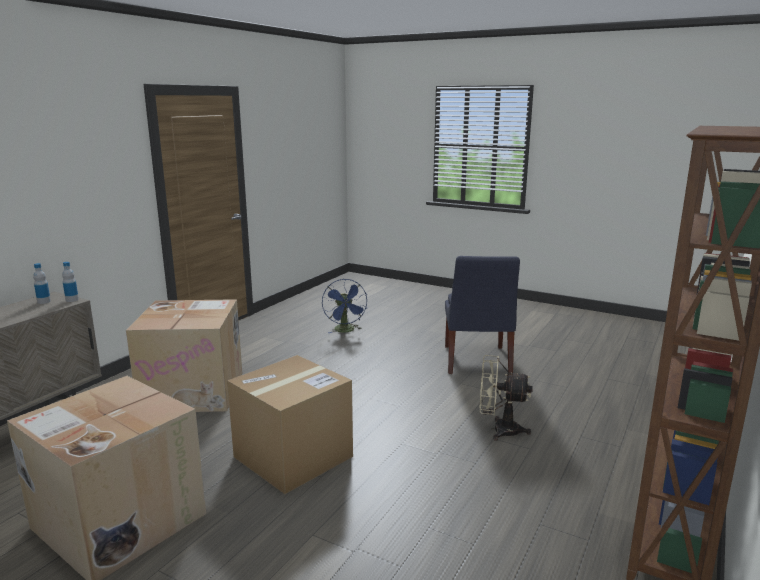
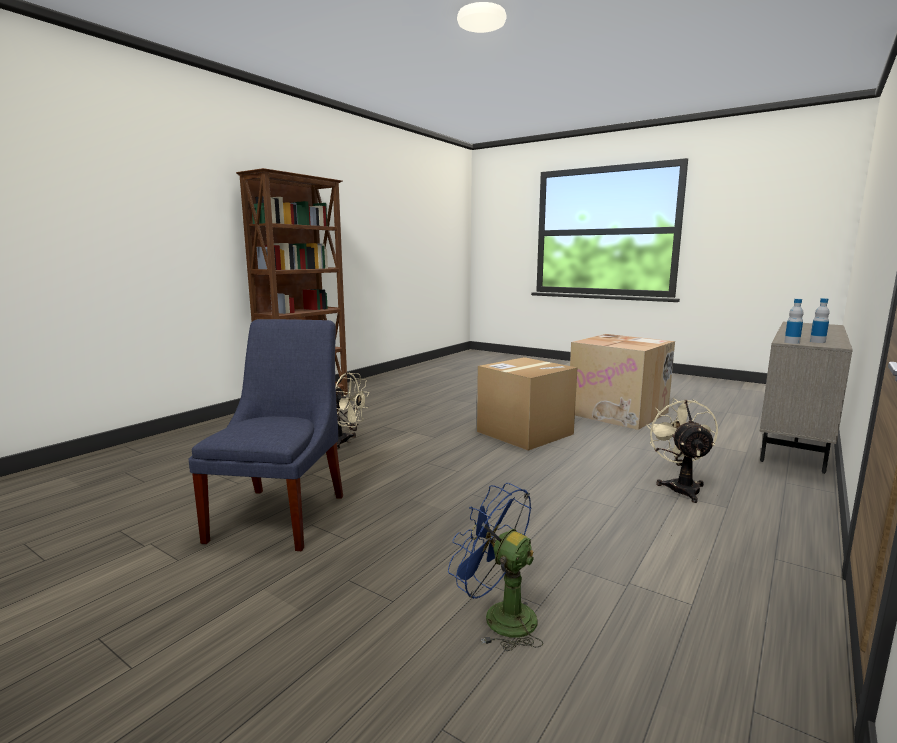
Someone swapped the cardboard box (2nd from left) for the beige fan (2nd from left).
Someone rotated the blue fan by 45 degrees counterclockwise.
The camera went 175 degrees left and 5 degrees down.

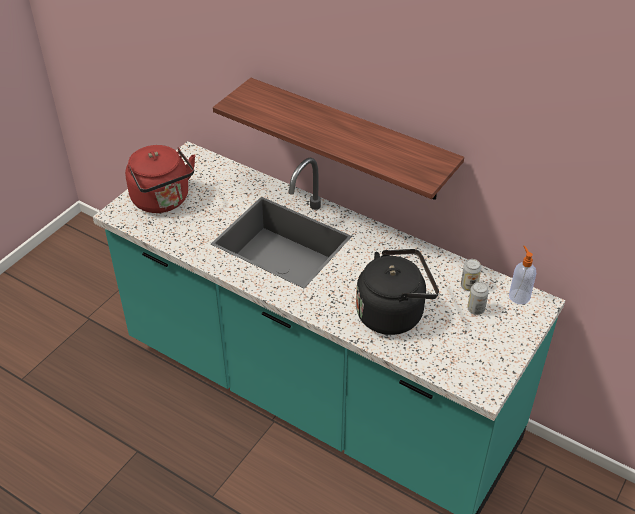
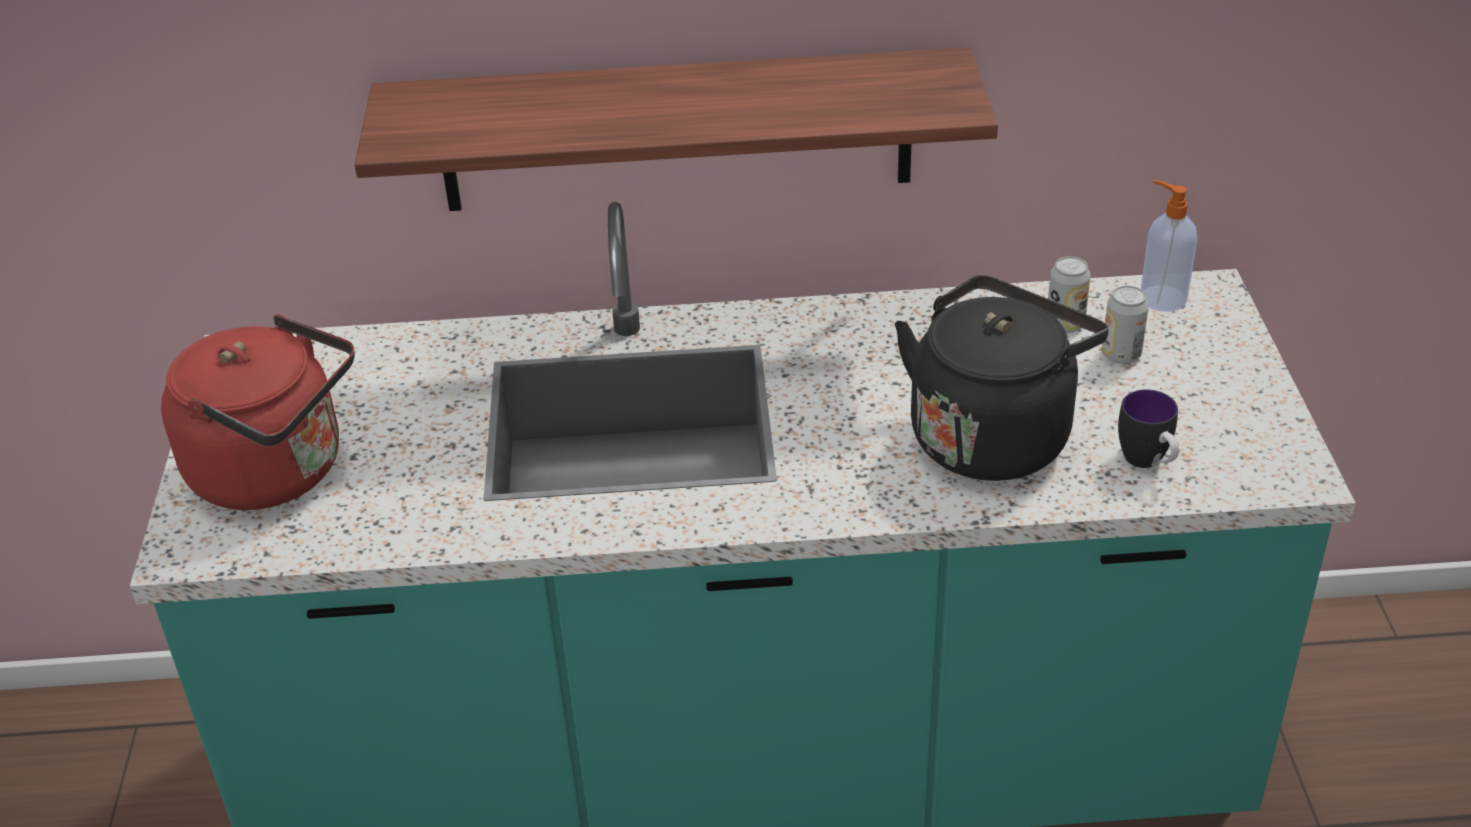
Someone put down the mug.
The camera went 35 degrees left and 5 degrees down.

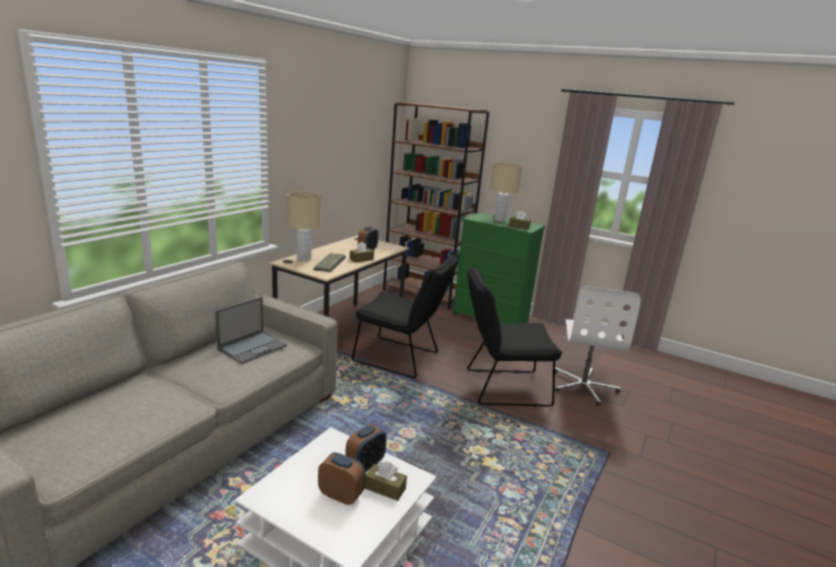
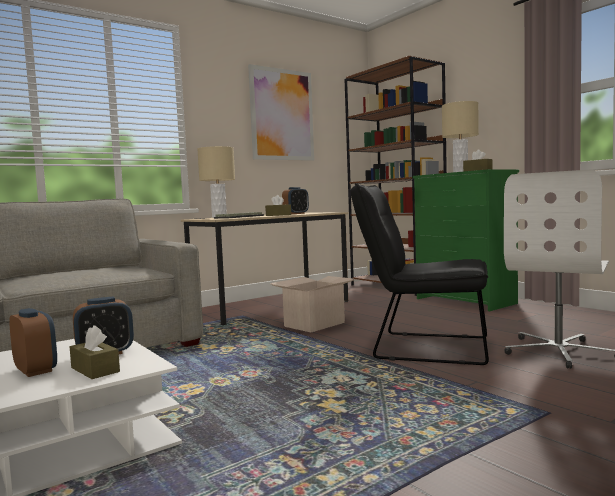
Someone took away the laptop.
Someone put up the picture.
Someone swapped the black chair (1st from left) for the cardboard box.
The camera went 25 degrees right and 15 degrees down.

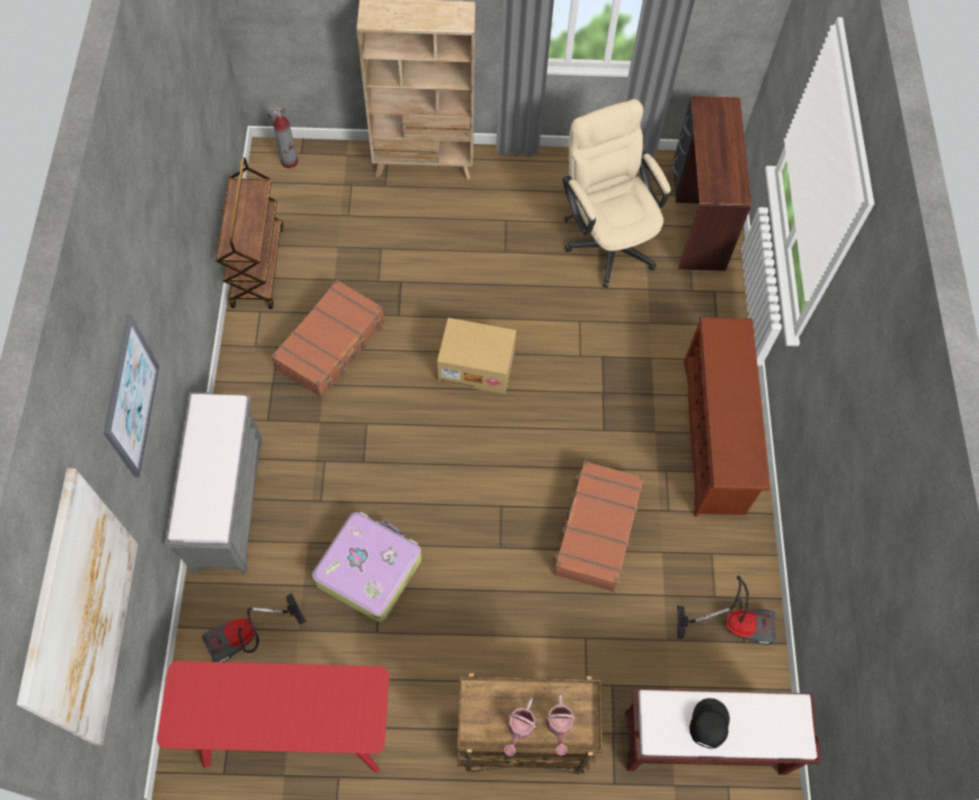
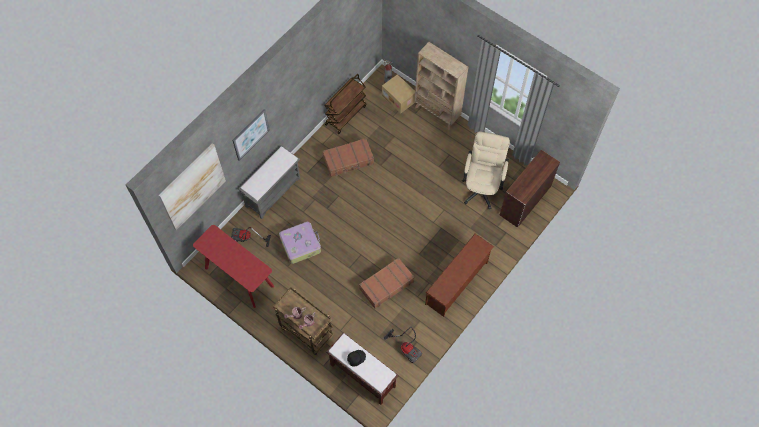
Someone carried the cardboard box.
The camera went 40 degrees right and 0 degrees up.

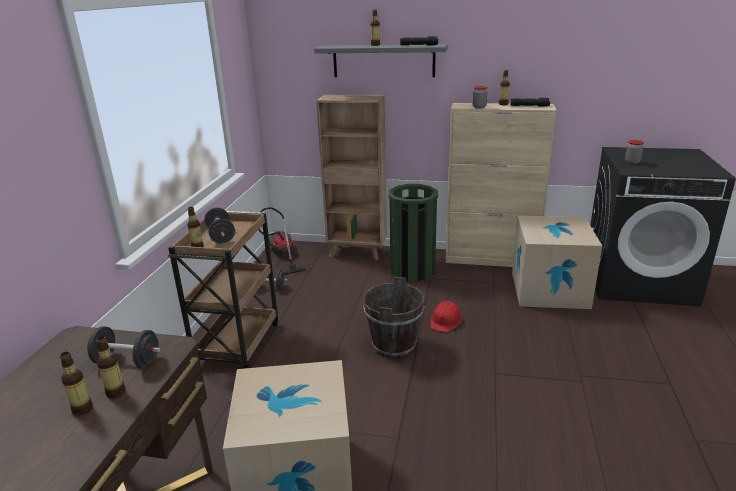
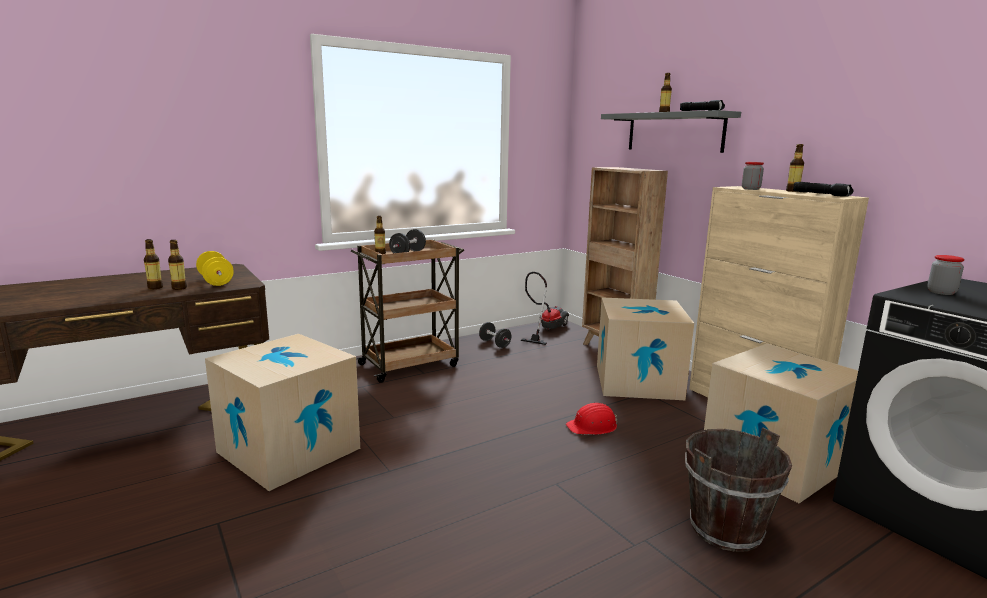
Someone carried the brown bucket.
Someone swapped the green trash can for the cardboard box (2nd from left).
Someone repainted the black dumbbell (1st from left), which became the yellow dumbbell.
The camera went 45 degrees right and 10 degrees down.

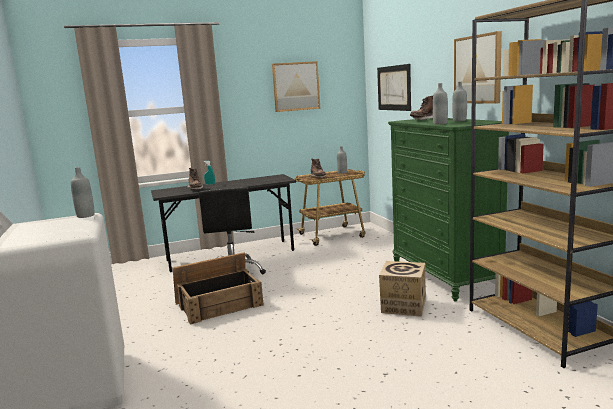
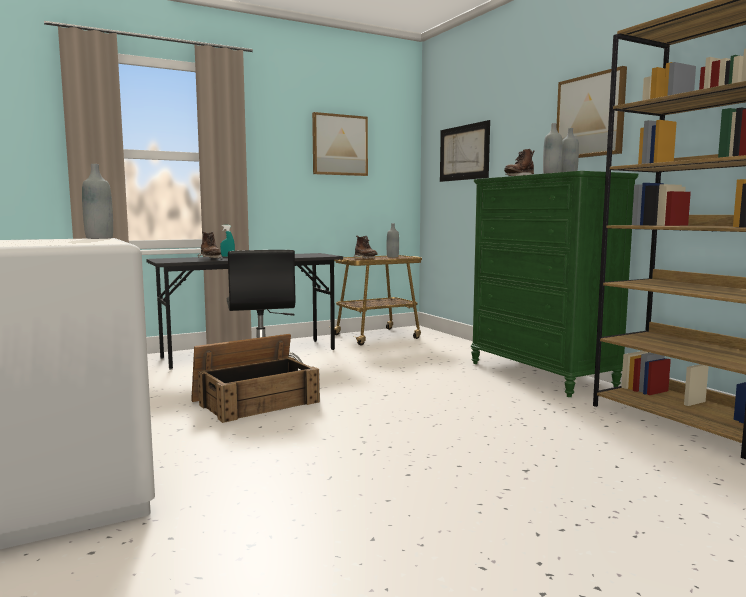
Someone took away the cardboard box.
The camera went 10 degrees left and 5 degrees down.

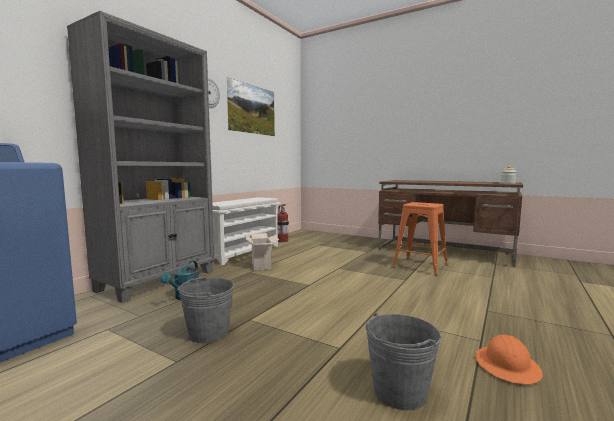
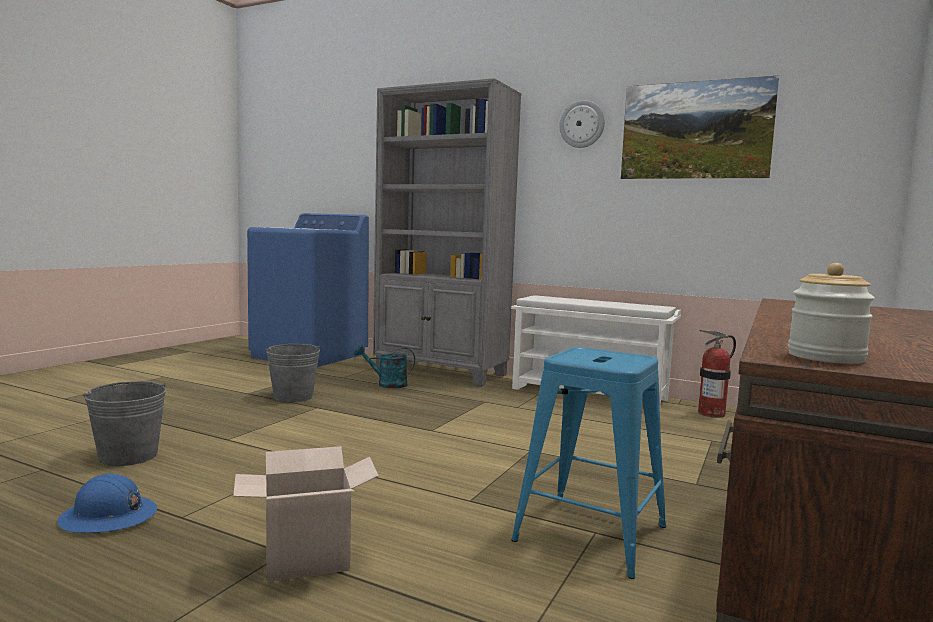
Someone carried the cardboard box.
Someone repainted the orange stool, which became the blue stool.
Someone repainted the orange hard hat, which became the blue hard hat.
The camera went 85 degrees right and 0 degrees up.

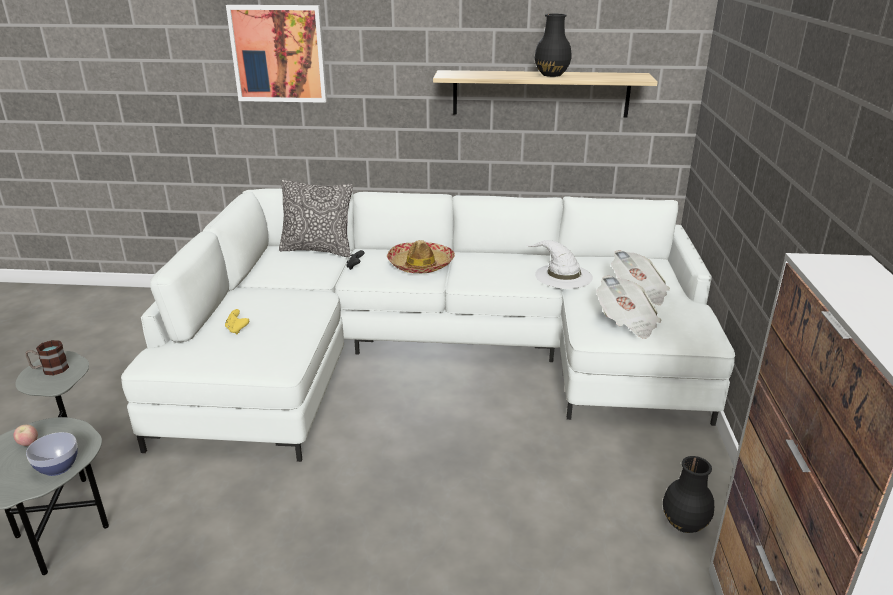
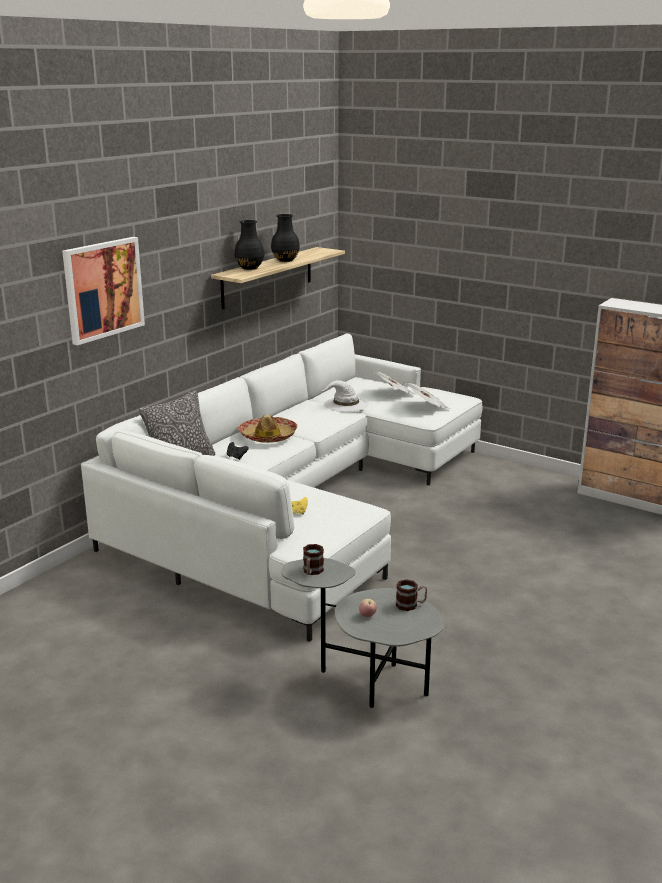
Someone carried the black vase (2nd from left in the first image).
Someone swapped the bowl for the mug (2nd from left).
The camera went 60 degrees left and 5 degrees down.

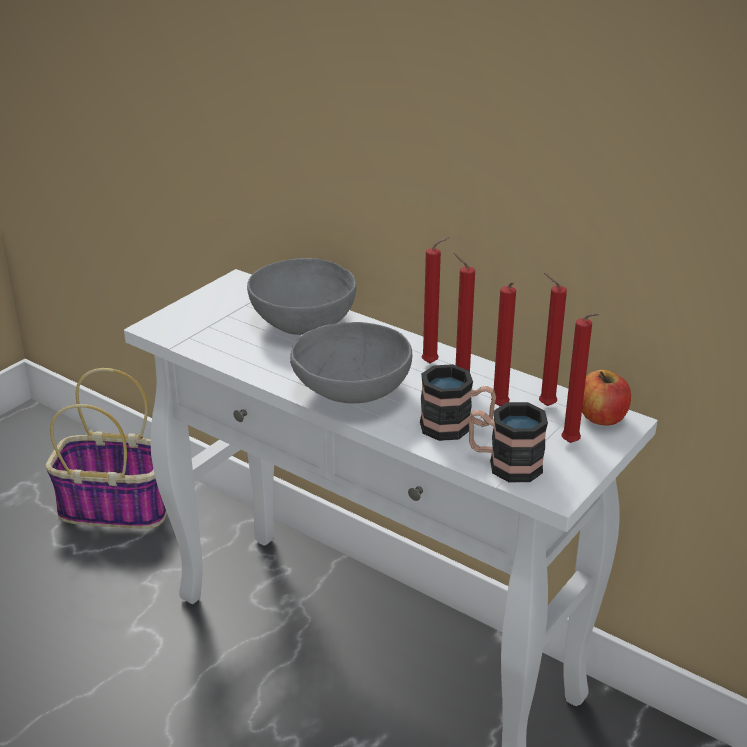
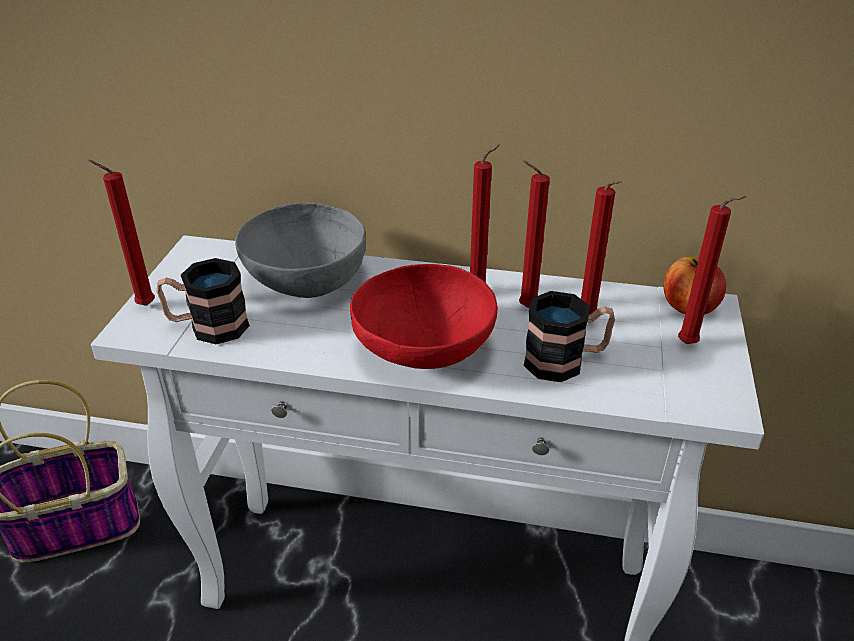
Someone carried the mug (2nd from left in the first image).
Someone carried the red candle (4th from left in the first image).
Someone repainted the grey bowl (2nd from left), which became the red bowl.
The camera went 25 degrees left and 5 degrees up.

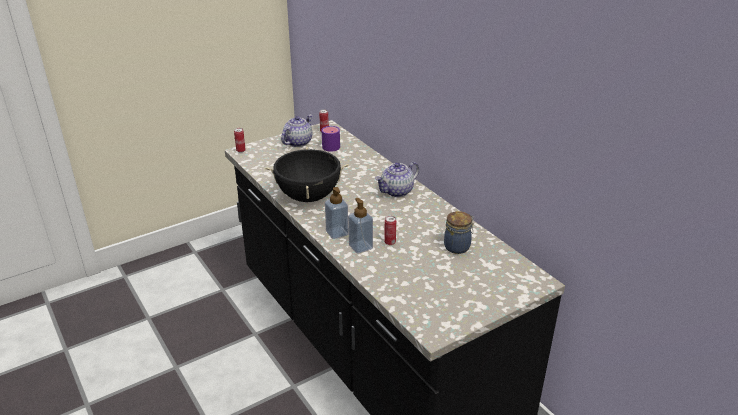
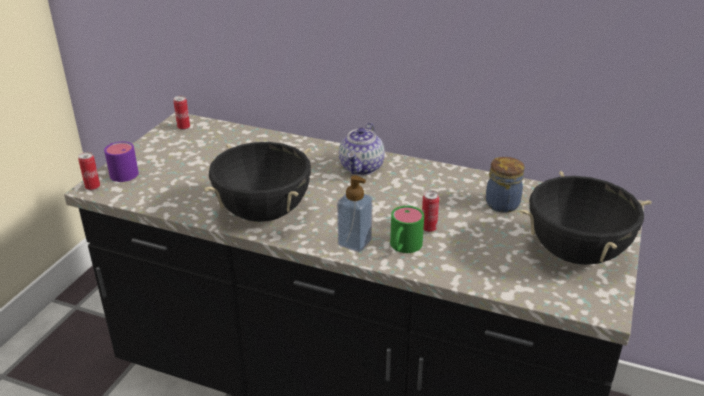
Someone took away the teapot (1st from left).
Someone put down the black cooking pot (2nd from left).
Someone carried the purple mug.
Someone swapped the soap dispenser (2nd from left) for the green mug.
The camera went 35 degrees left and 0 degrees up.

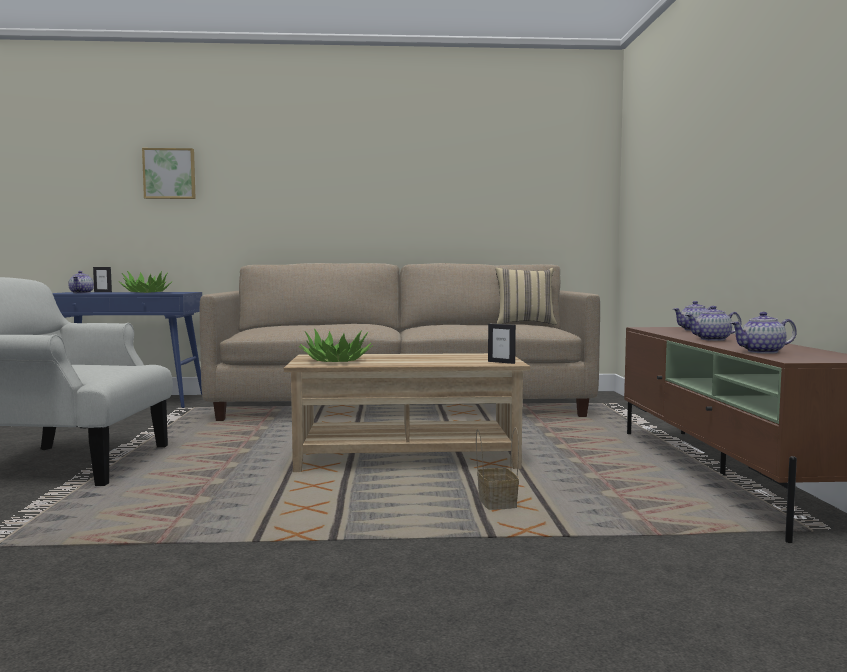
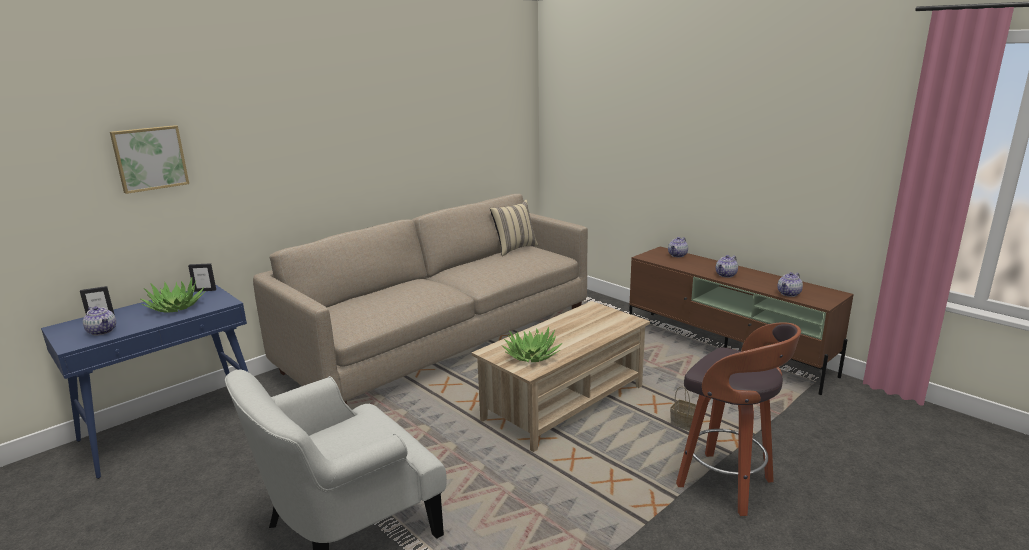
Someone put down the stool.
Someone carried the picture frame (2nd from left).
The camera went 40 degrees left and 15 degrees up.

